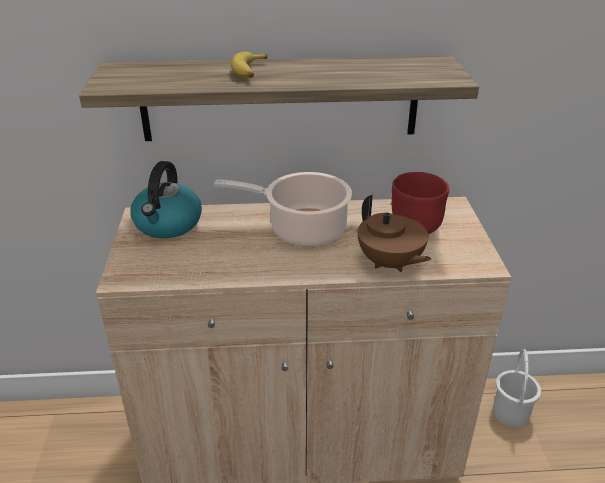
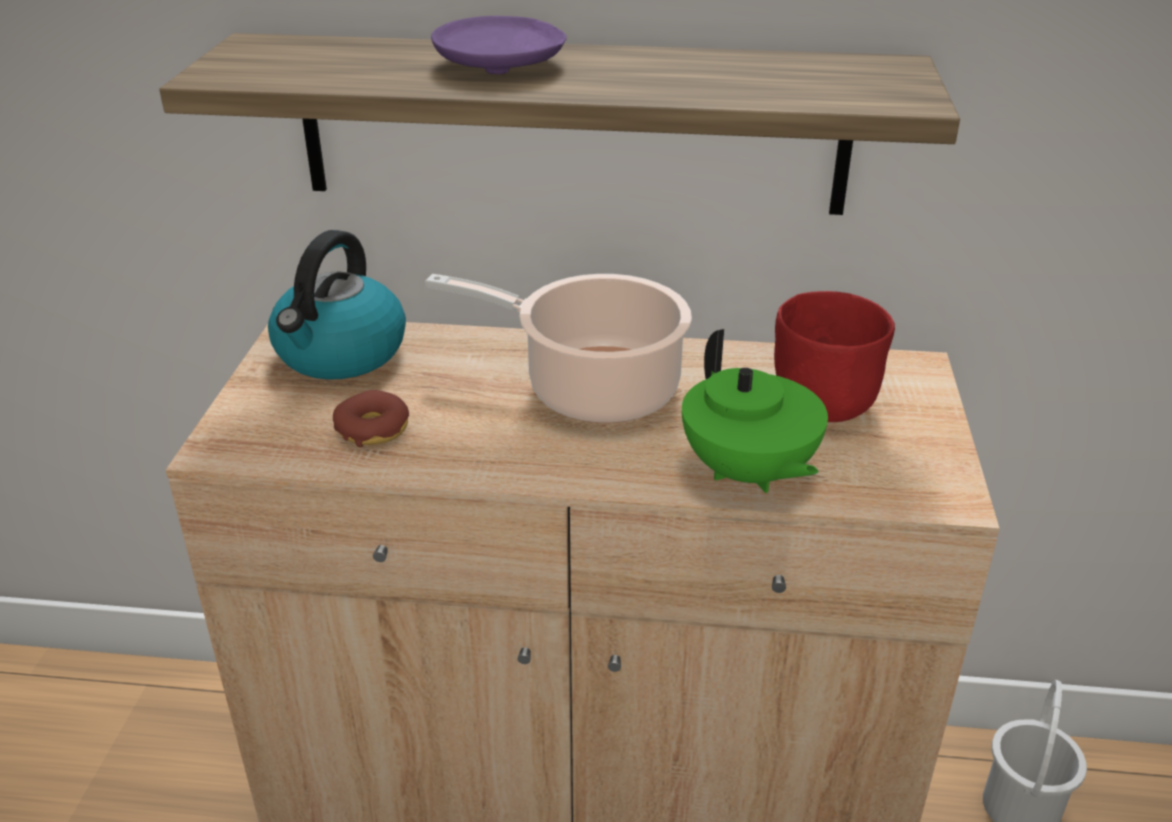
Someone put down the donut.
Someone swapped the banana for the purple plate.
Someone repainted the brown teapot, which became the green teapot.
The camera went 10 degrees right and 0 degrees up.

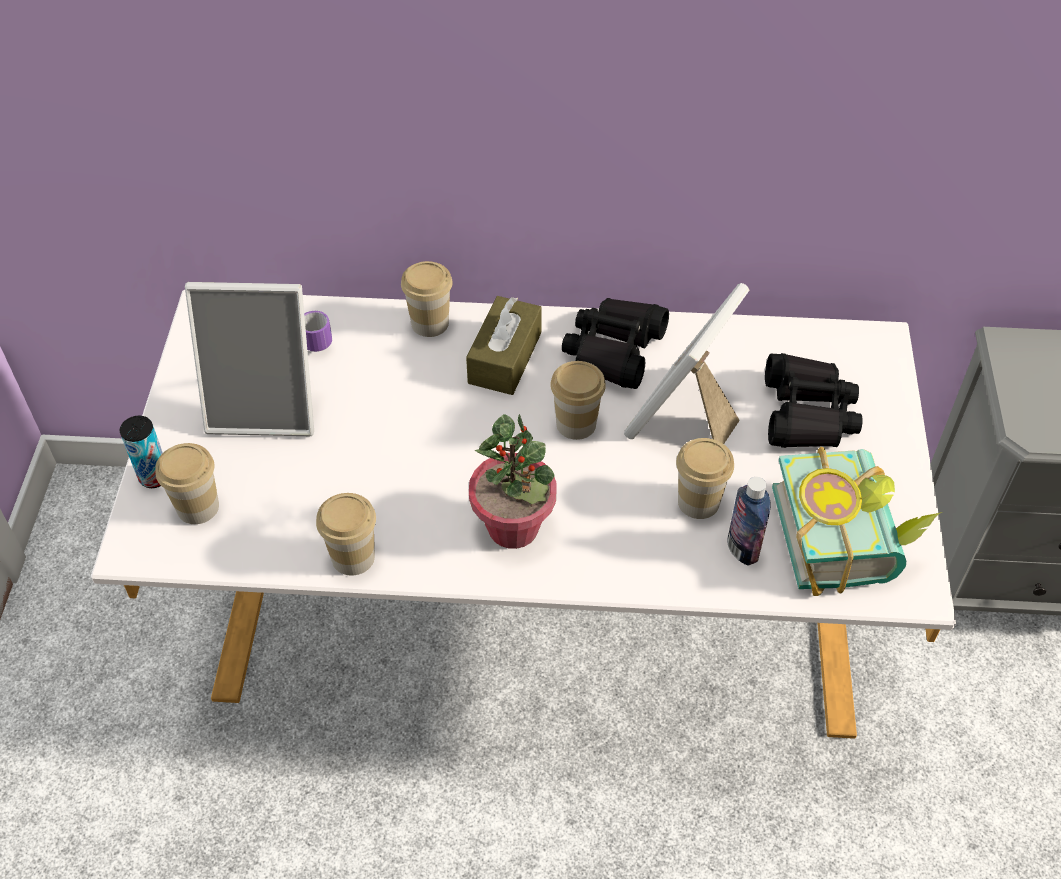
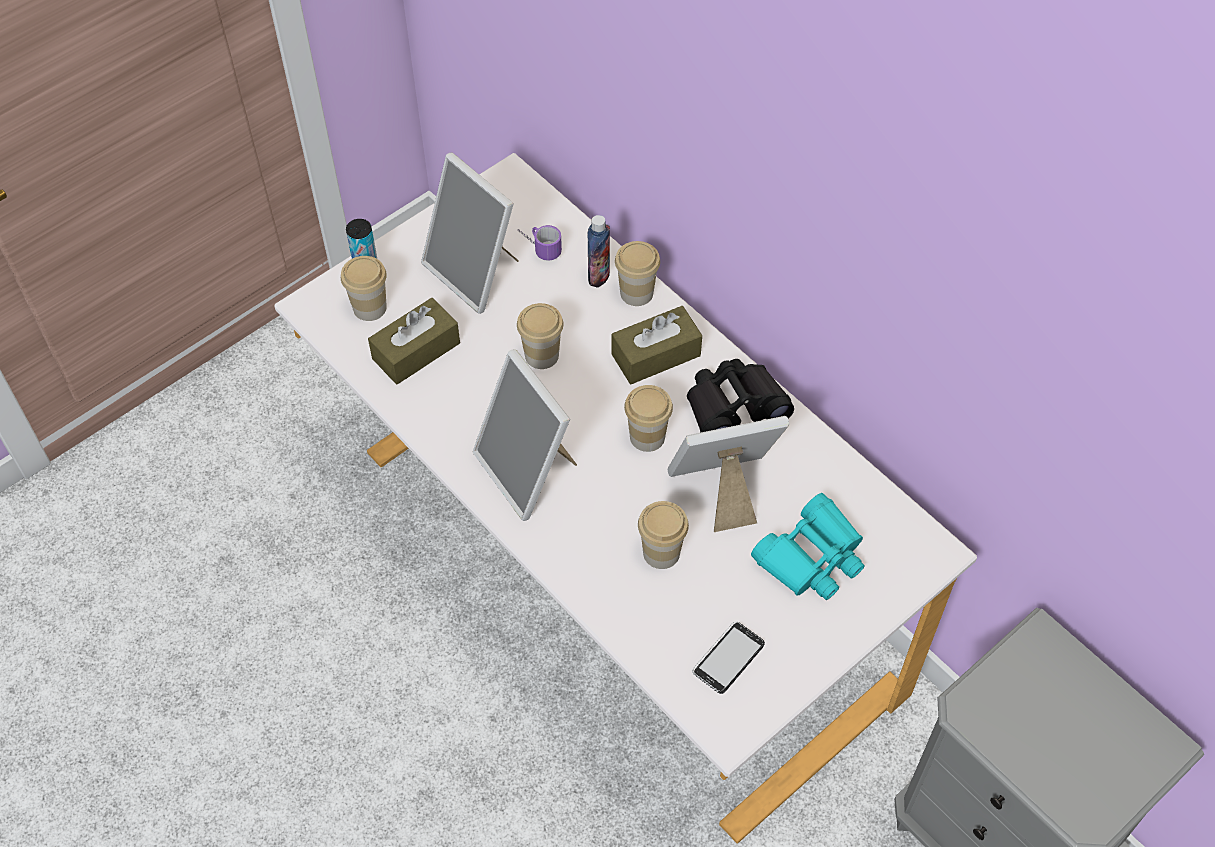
Someone put down the brown tissue box (1st from left).
Someone carried the cup (2nd from left).
Someone carried the bottle.
Someone swapped the potted plant for the picture frame (2nd from left).
Someone swapped the book for the phone.
Someone repainted the black binoculars (2nd from left), which became the turquoise binoculars.
The camera went 45 degrees right and 5 degrees up.

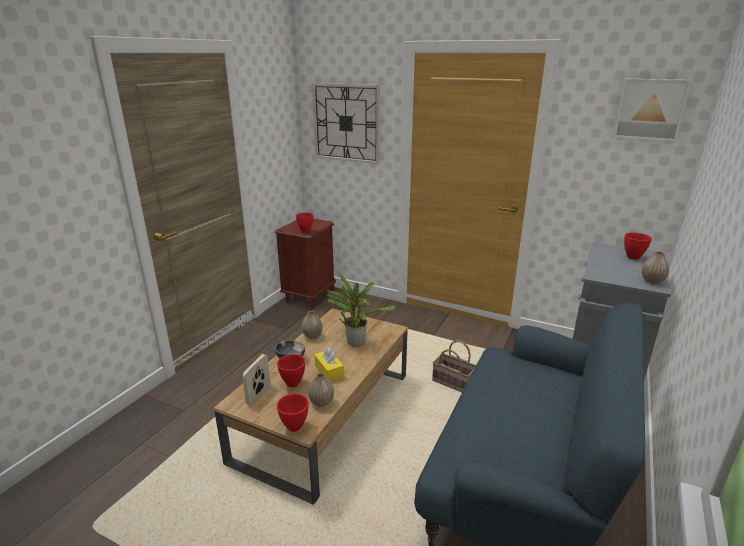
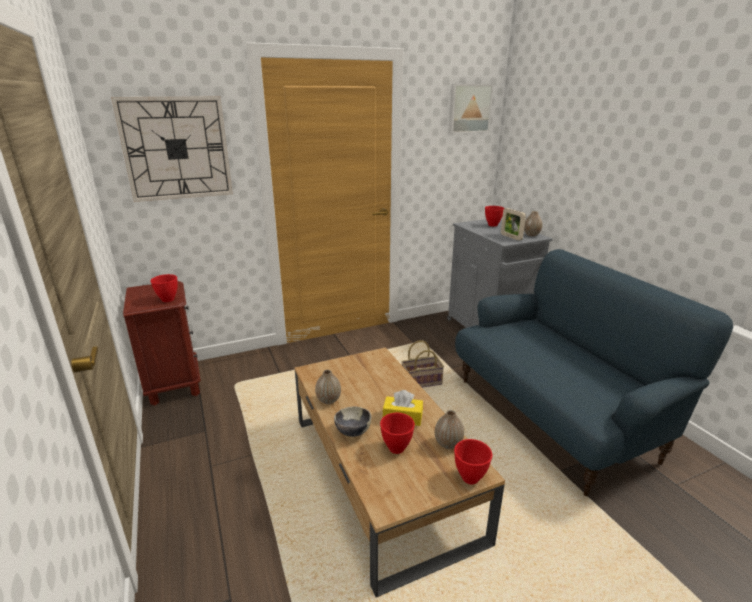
Someone took away the potted plant.
Someone carried the picture frame.
The camera went 50 degrees left and 0 degrees up.

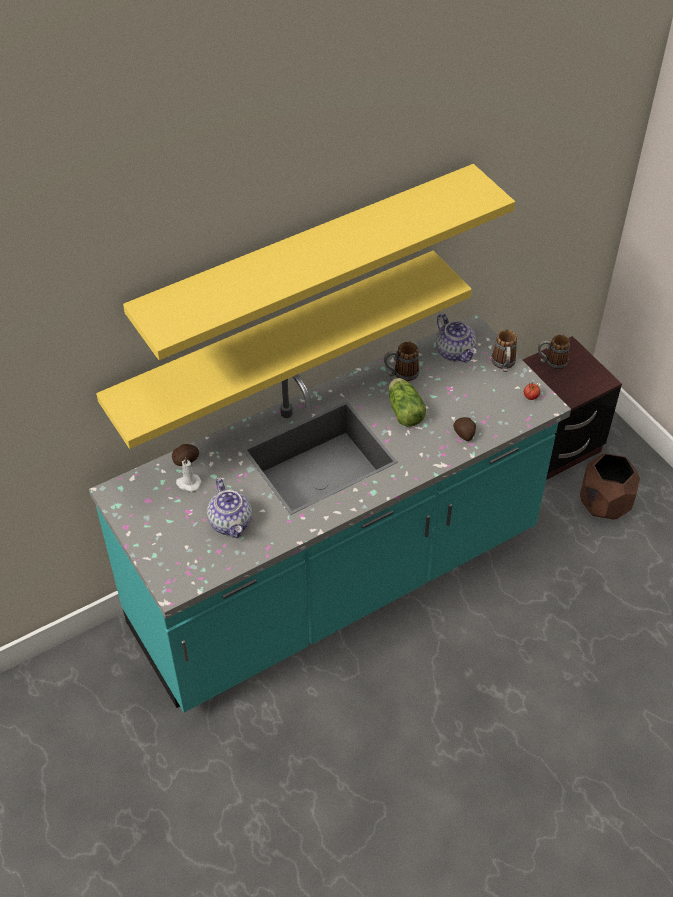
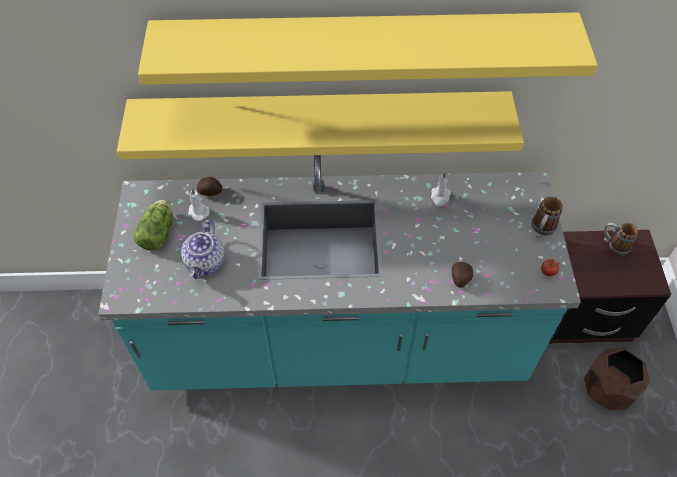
Someone took away the teapot (2nd from left).
Someone carried the lettuce.
Someone swapped the mug (1st from left) for the white candle (2nd from left).
The camera went 30 degrees right and 5 degrees up.

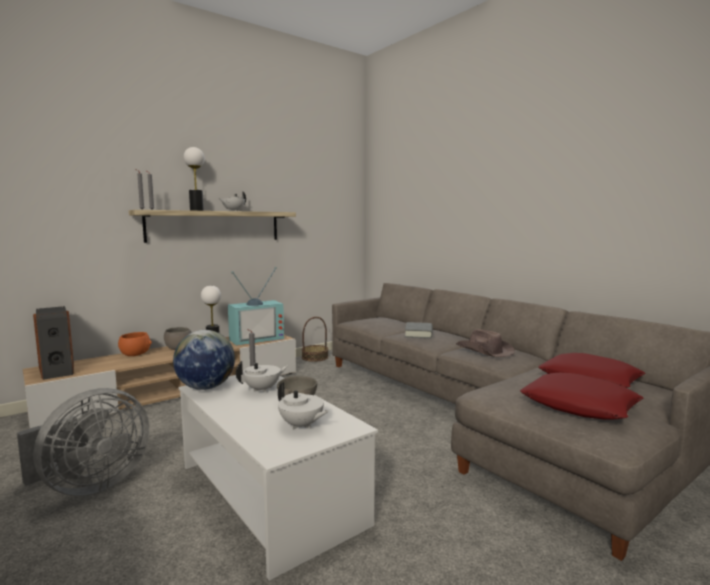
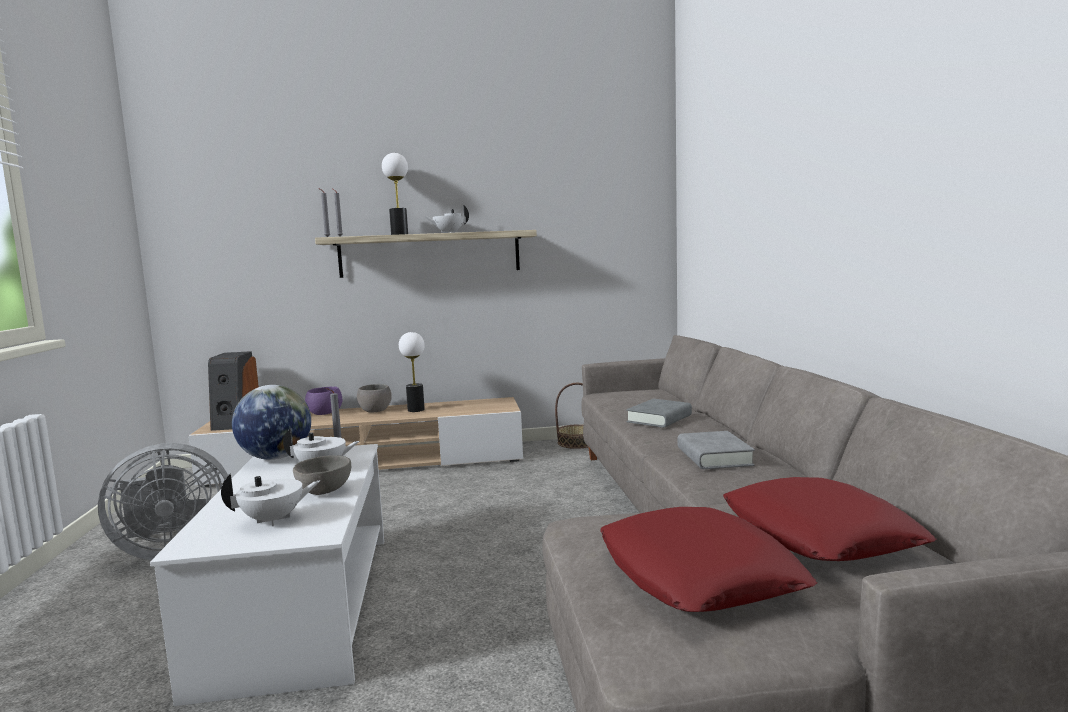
Someone took away the television.
Someone swapped the brown hat for the grey book (2nd from left).
Someone repainted the orange bowl, which became the purple bowl.
Someone rotated the white teapot (3rd from left in the first image) by 90 degrees counterclockwise.
The camera went 30 degrees right and 0 degrees up.

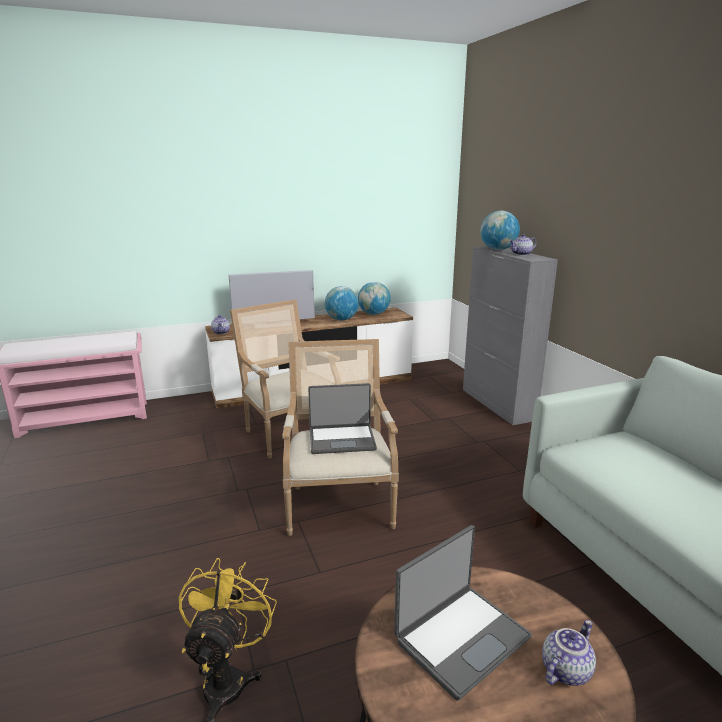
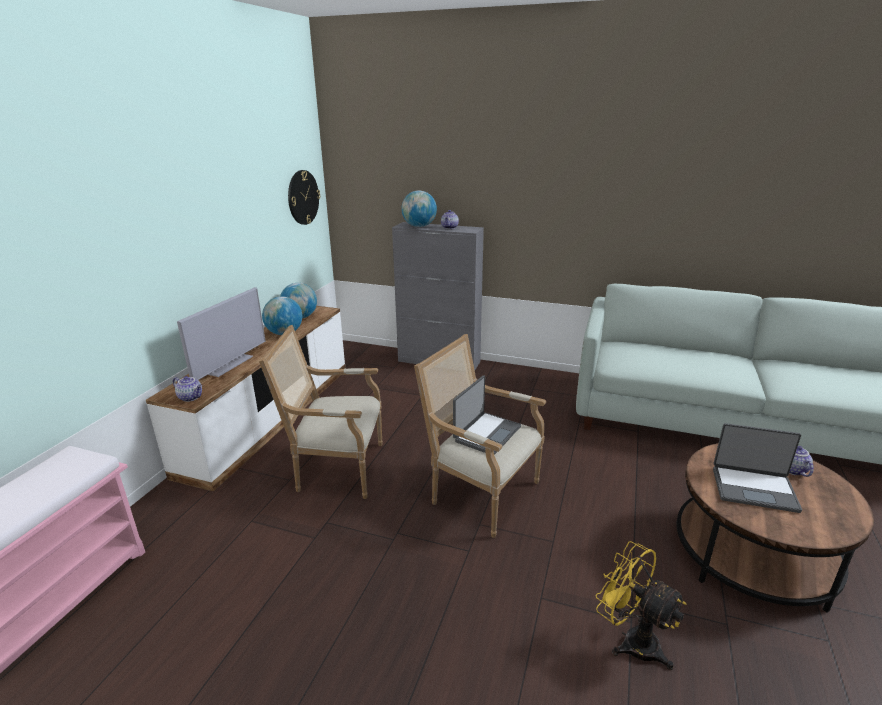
Someone put up the wall clock.
Someone rotated the laptop (2nd from left) by 105 degrees clockwise.
The camera went 50 degrees left and 5 degrees up.

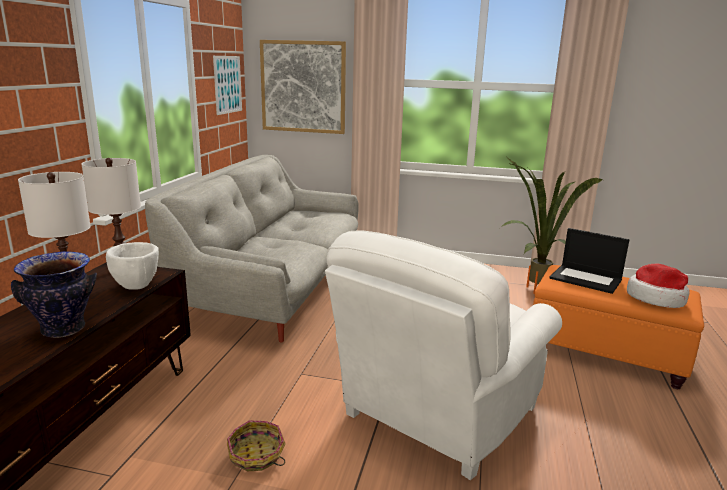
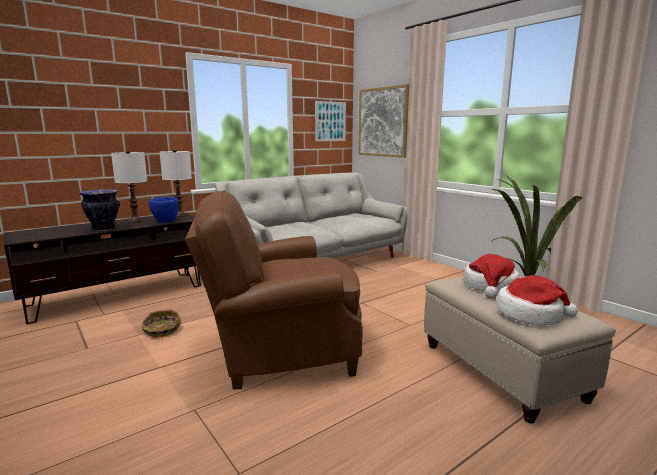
Someone swapped the laptop for the hat (1st from left).
Someone repainted the white bowl, which became the blue bowl.
Someone repainted the white armchair, which became the brown armchair.
Someone repainted the orange ottoman, which became the beige ottoman.
The camera went 40 degrees right and 5 degrees down.

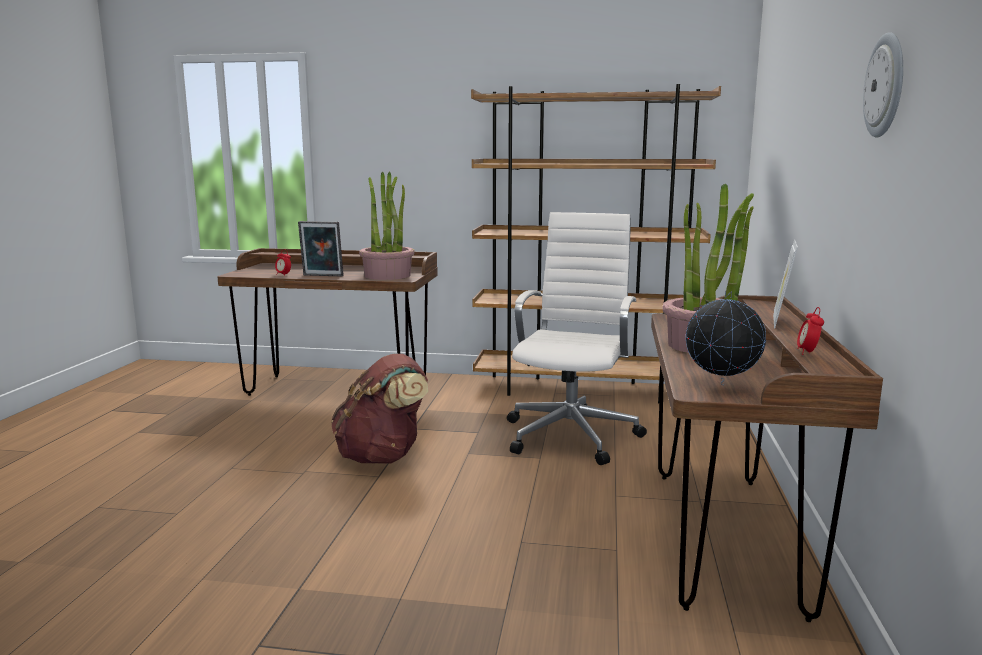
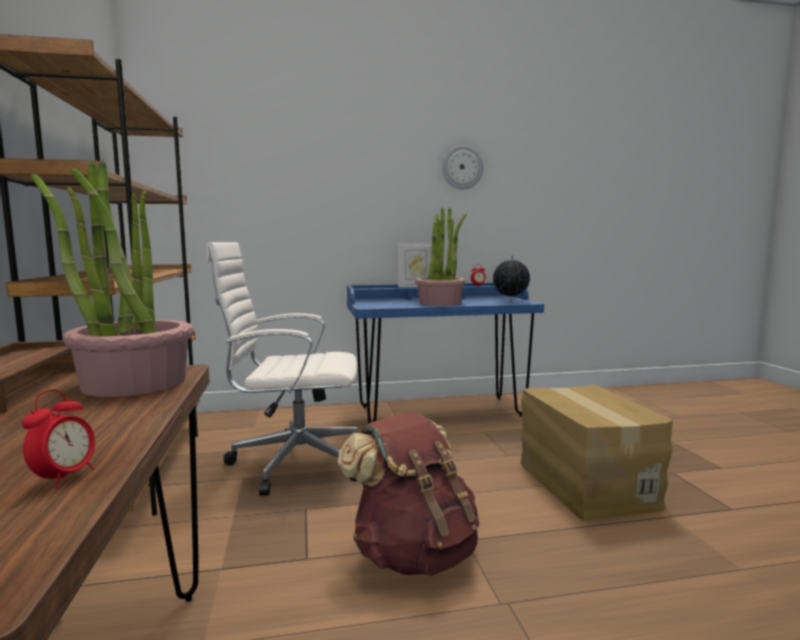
Someone took away the picture frame (1st from left).
Someone put down the cardboard box.
Someone repainted the brown desk (2nd from left), which became the blue desk.
The camera went 110 degrees left and 5 degrees down.

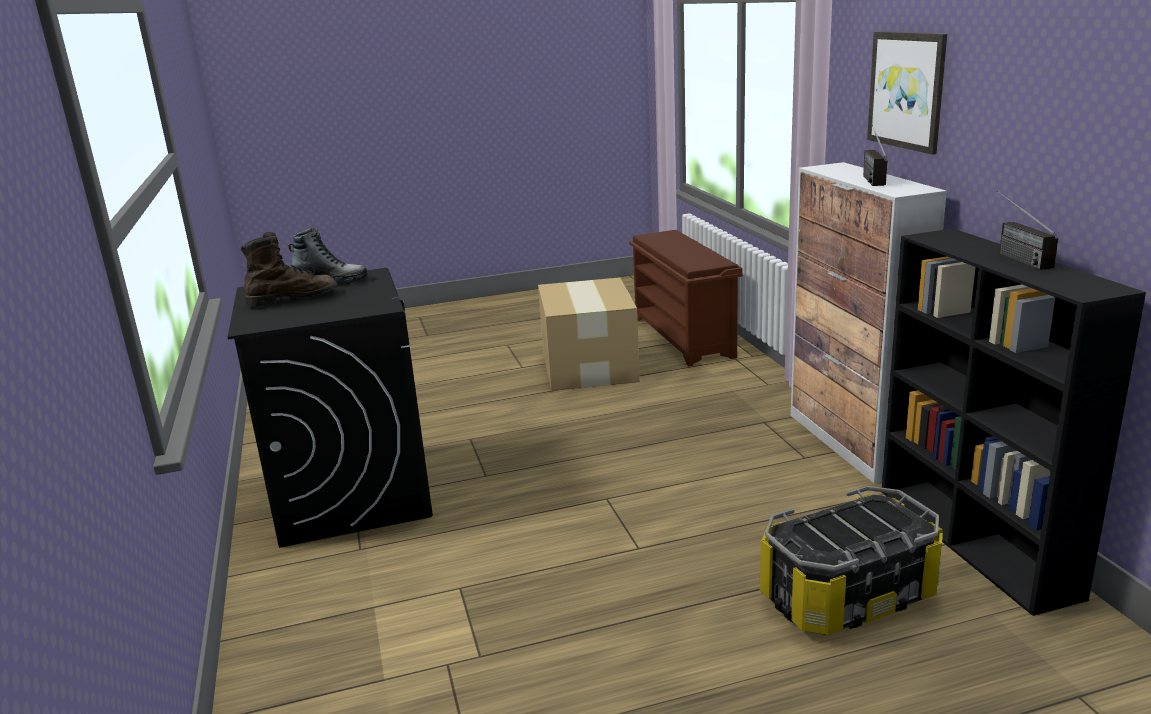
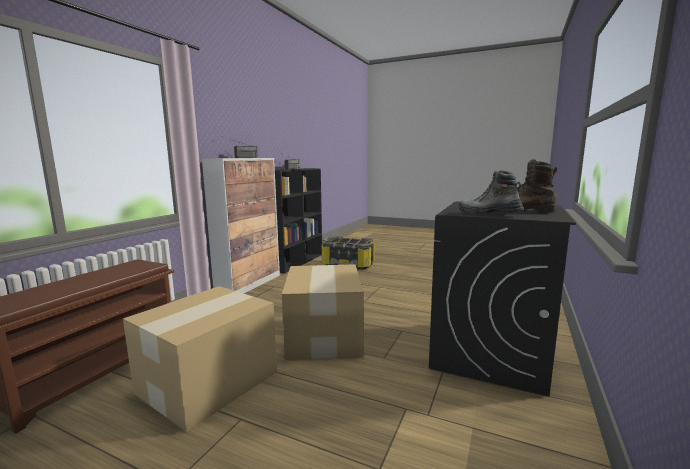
Someone took away the picture.
Someone put down the cardboard box (2nd from left).
The camera went 140 degrees left and 10 degrees down.

